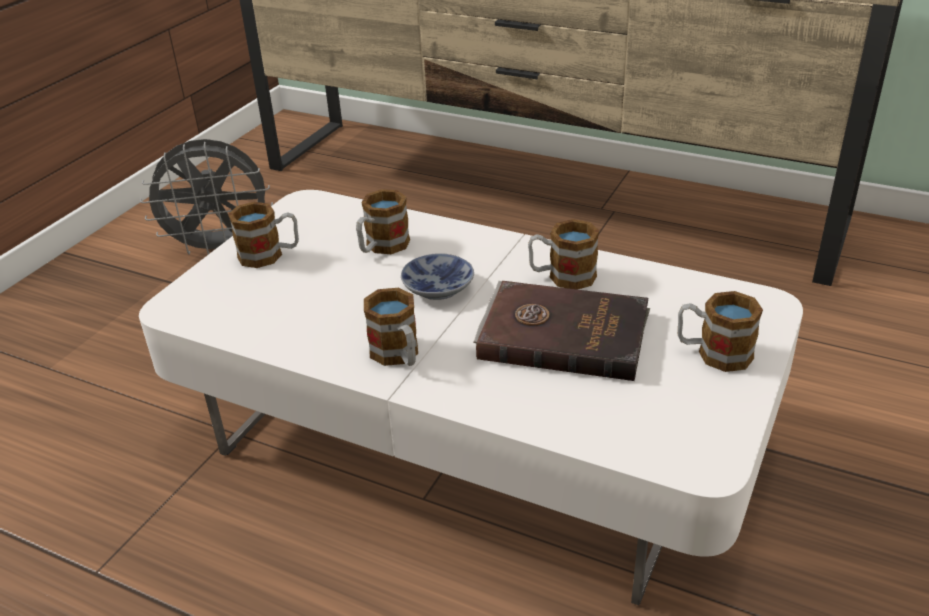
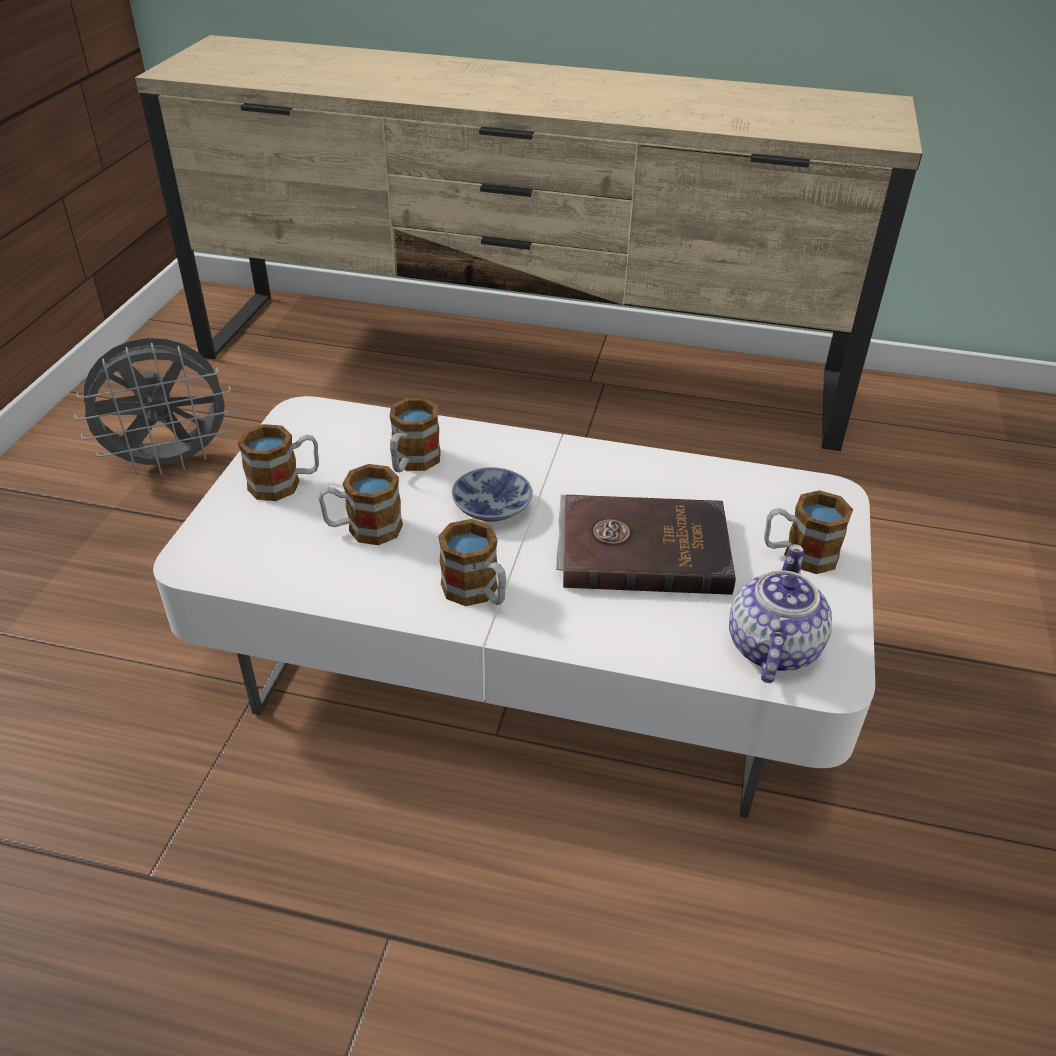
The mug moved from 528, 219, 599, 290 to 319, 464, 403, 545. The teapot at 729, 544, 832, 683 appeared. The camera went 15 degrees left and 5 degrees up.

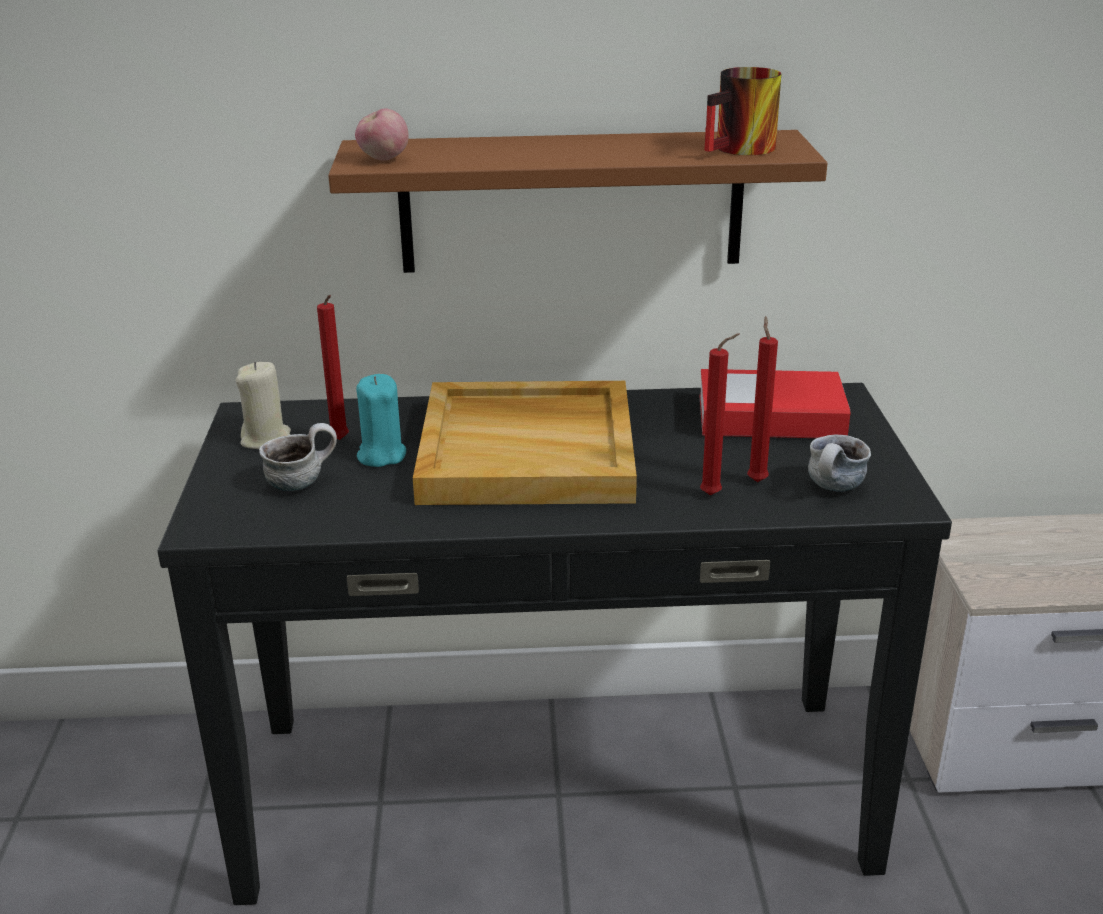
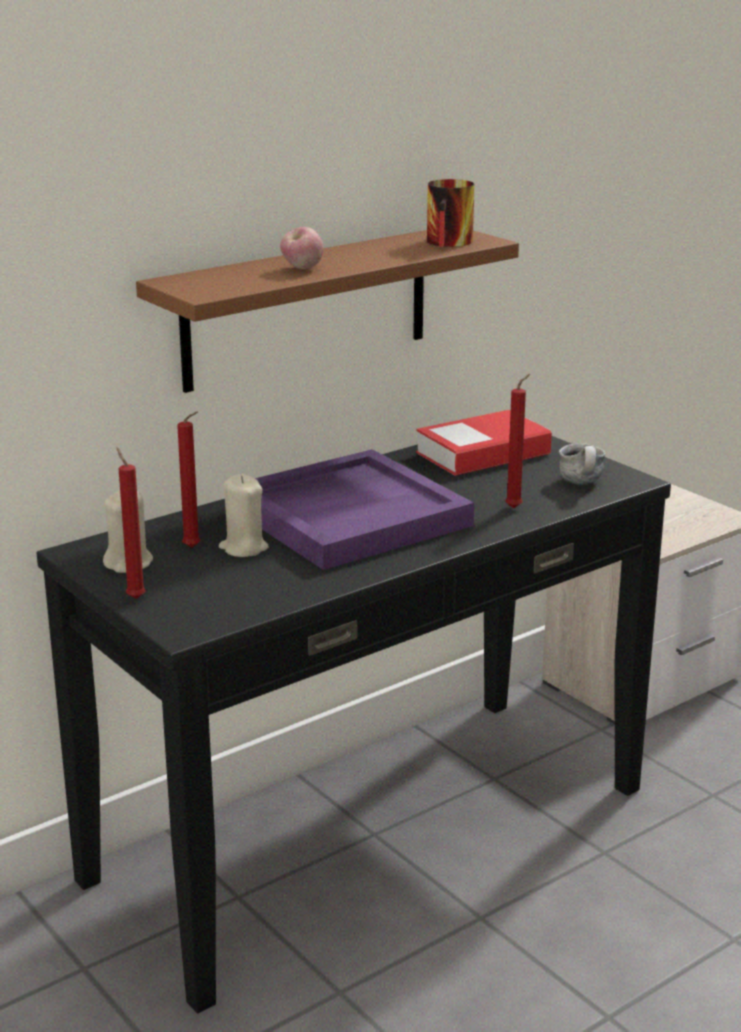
The red candle moved from 747, 316, 778, 482 to 117, 447, 146, 599. The turquoise candle at 356, 374, 406, 467 became the beige candle at 219, 474, 269, 557. The beige tray at 413, 381, 637, 505 became the purple tray at 255, 449, 474, 570. The apple moved from 355, 108, 409, 161 to 280, 227, 324, 269. The mug at 259, 423, 337, 491 disappeared. The camera went 35 degrees left and 5 degrees down.

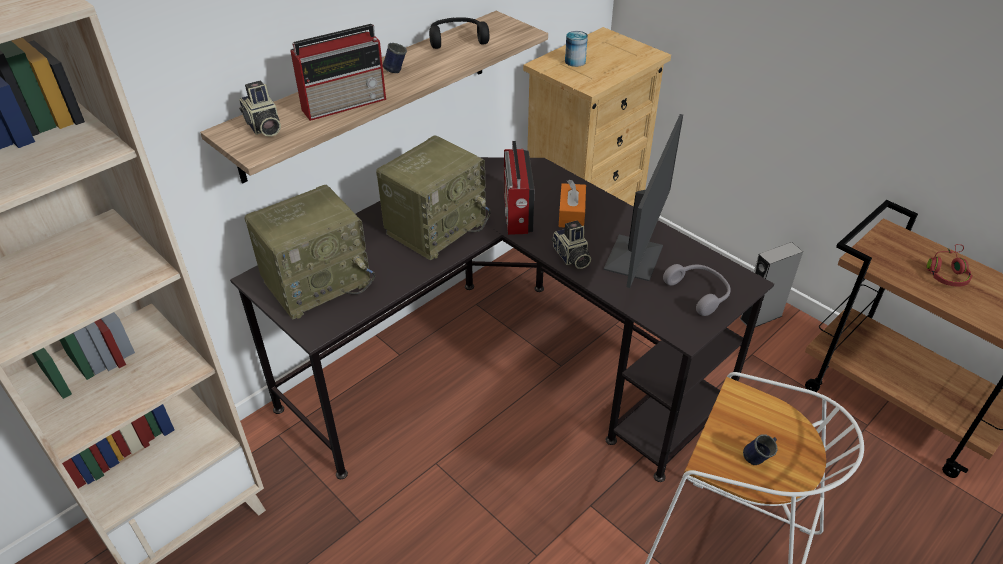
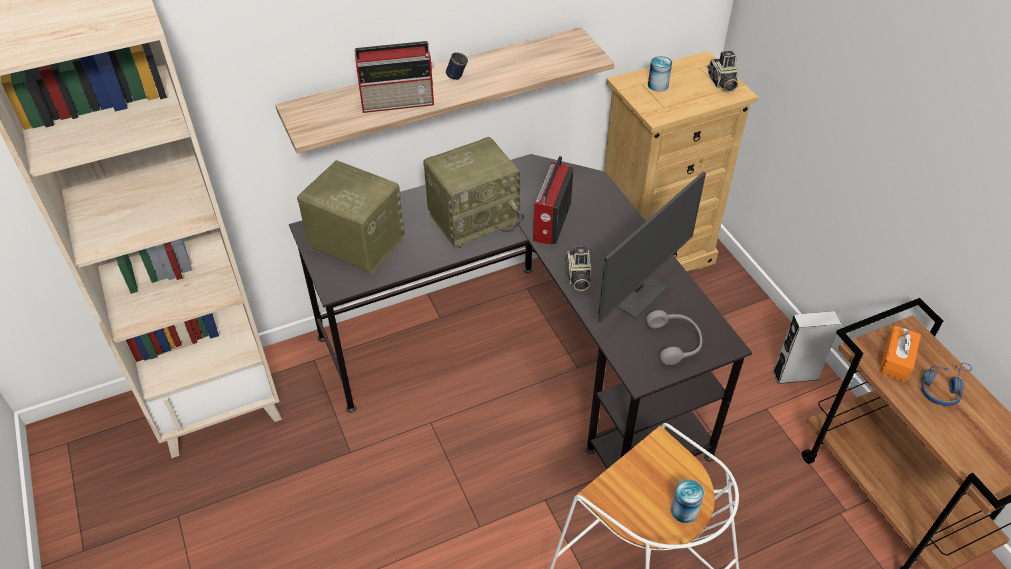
The radio at 245, 185, 375, 320 turned 135 degrees counterclockwise. The can at 671, 479, 704, 523 appeared. The photo camera moved from 239, 81, 281, 137 to 708, 51, 739, 92. The orange tissue box moved from 559, 180, 586, 228 to 879, 326, 921, 382. The red headphones at 927, 244, 973, 286 became the blue headphones at 921, 363, 972, 406. The black headphones at 429, 17, 489, 49 disappeared. The blue mug at 743, 434, 778, 465 disappeared. The camera went 20 degrees right and 5 degrees up.

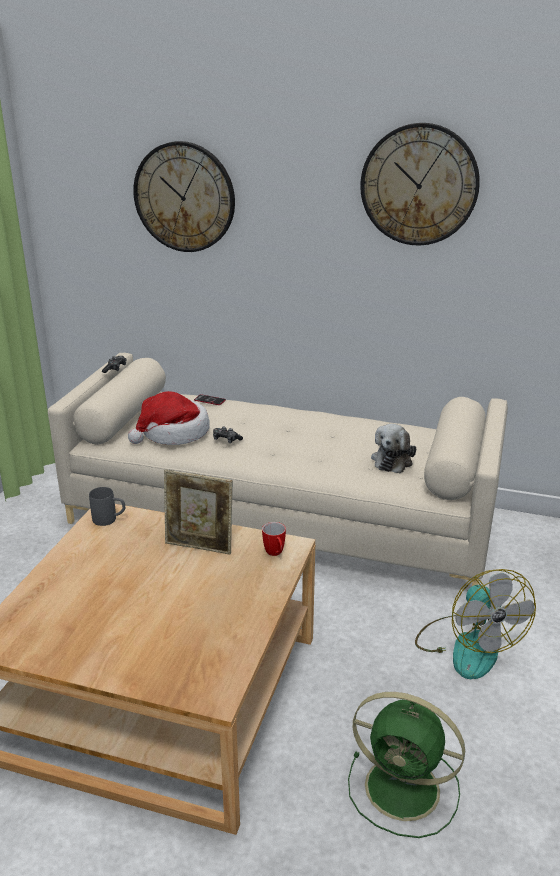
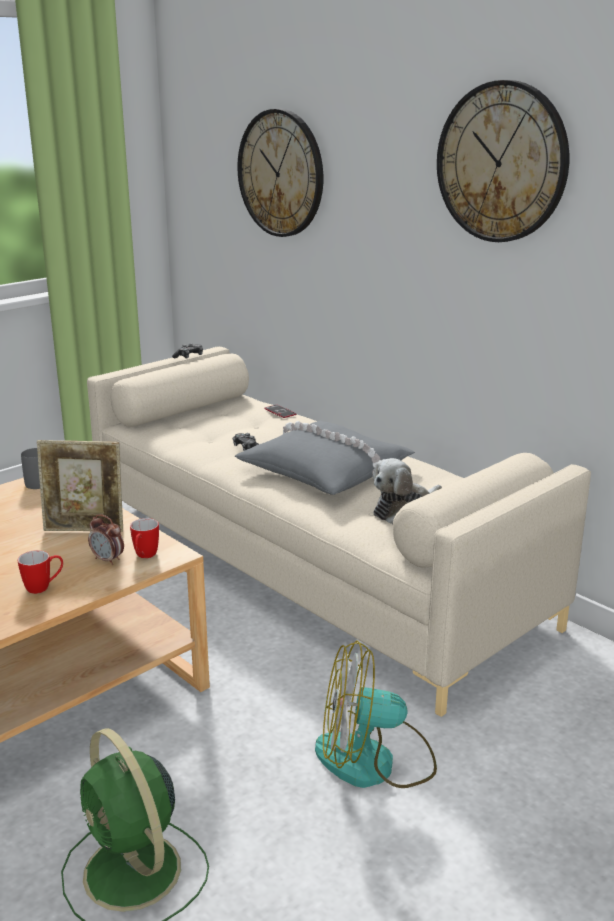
The mug at 18, 550, 63, 594 appeared. The picture frame at 164, 469, 233, 555 turned 45 degrees counterclockwise. The alarm clock at 88, 514, 124, 565 appeared. The grey pillow at 235, 421, 415, 495 appeared. The fan at 415, 569, 536, 679 turned 75 degrees clockwise. The hat at 128, 391, 210, 445 disappeared. The camera went 30 degrees right and 5 degrees down.

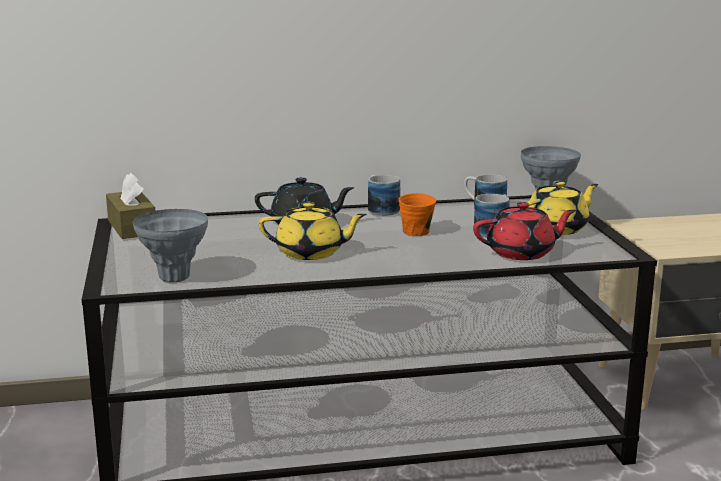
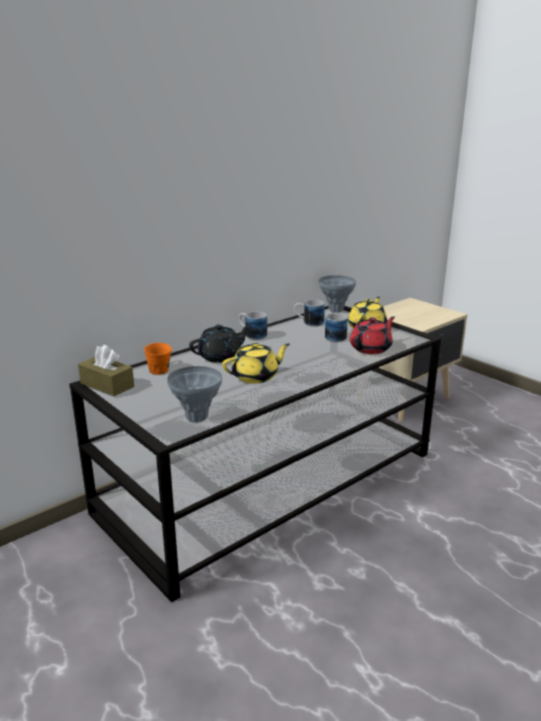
The orange mug moved from 398, 193, 436, 236 to 144, 343, 172, 375. The camera went 30 degrees left and 5 degrees up.

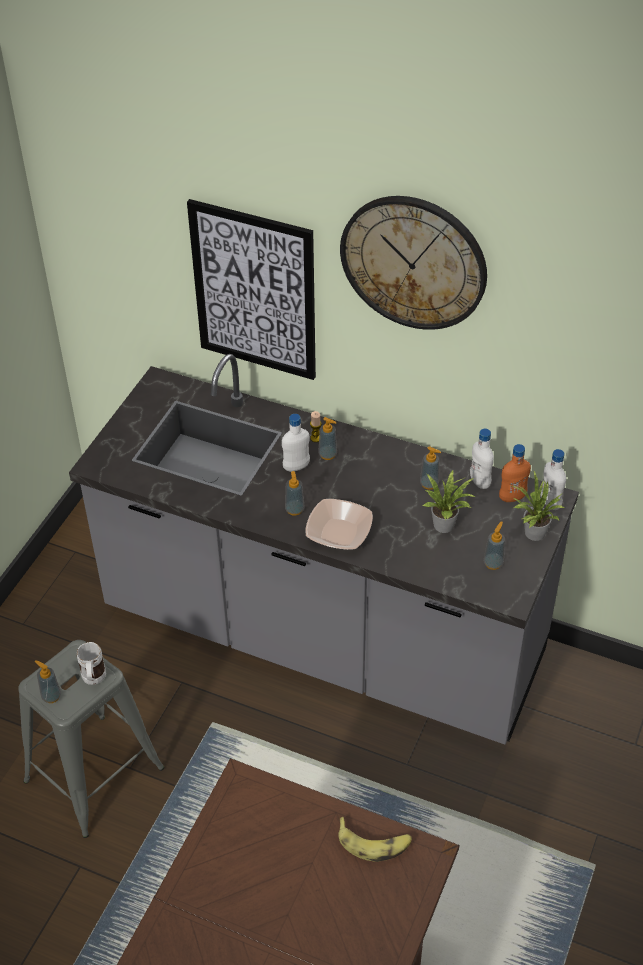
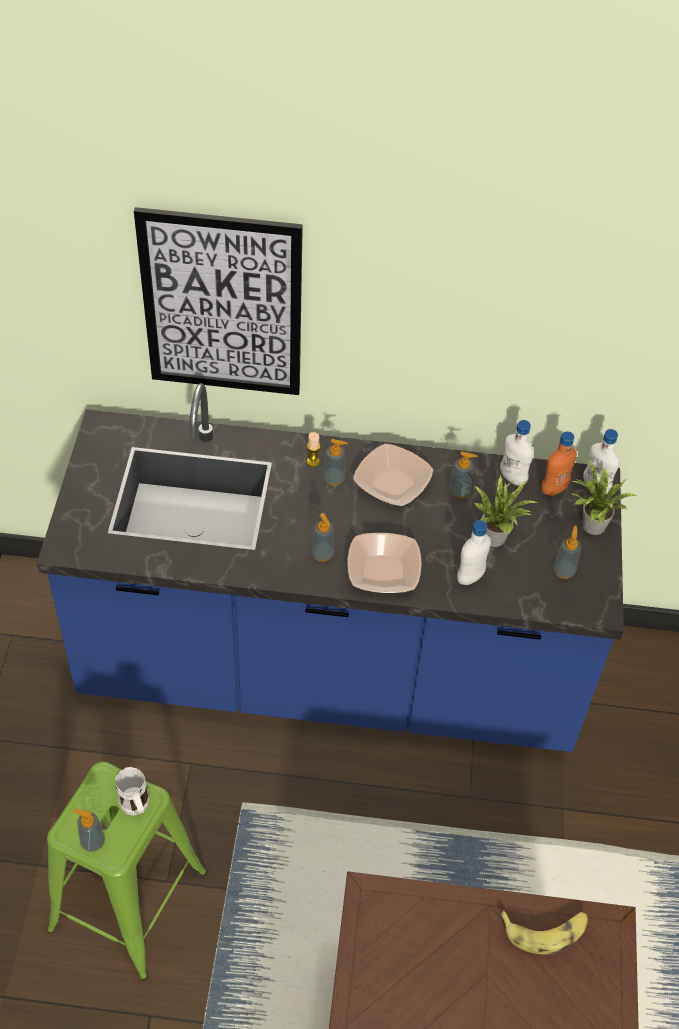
The grey counter at 69, 354, 579, 745 became the blue counter at 37, 383, 624, 752. The grey stool at 18, 640, 164, 838 became the green stool at 47, 762, 207, 980. The bowl at 353, 444, 433, 506 appeared. The white bottle moved from 282, 414, 310, 472 to 457, 520, 491, 585. The wall clock at 340, 196, 487, 330 disappeared. The camera went 20 degrees left and 5 degrees up.

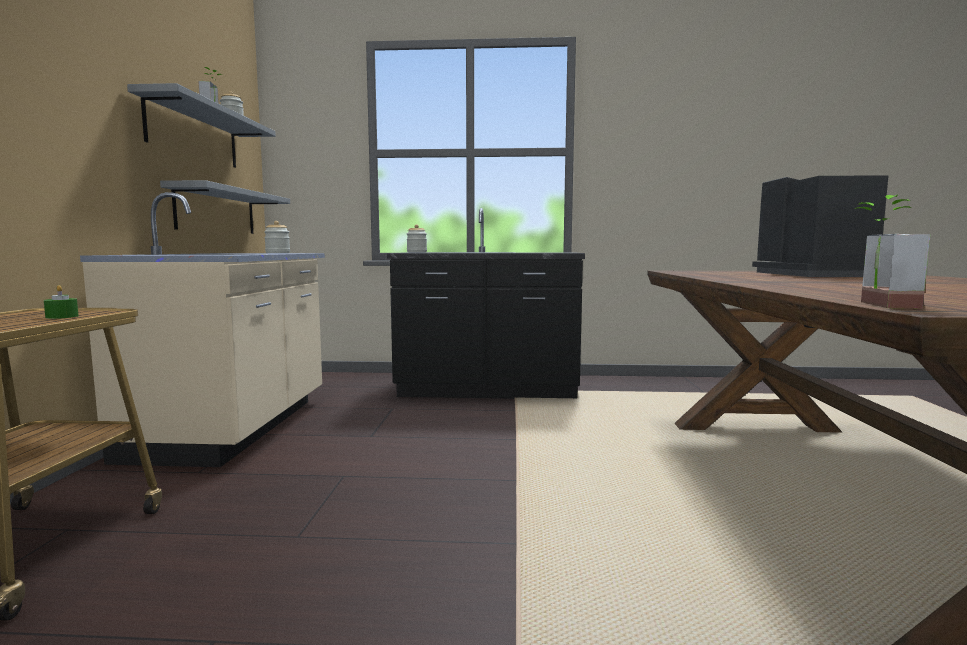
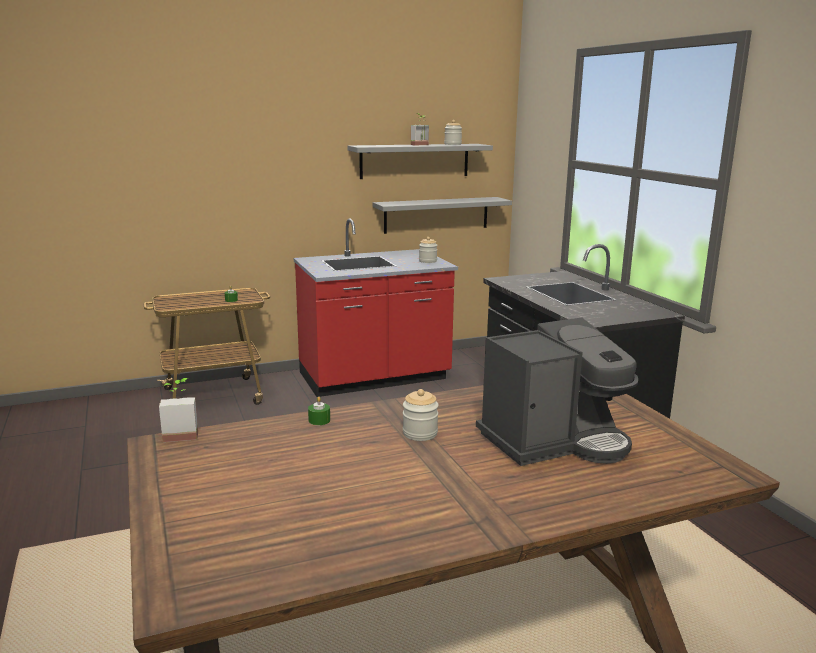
The beige counter at 80, 192, 325, 467 became the red counter at 294, 219, 458, 397. The green candle at 308, 397, 330, 425 appeared. The jar moved from 407, 224, 427, 252 to 403, 389, 439, 441. The camera went 65 degrees right and 10 degrees up.

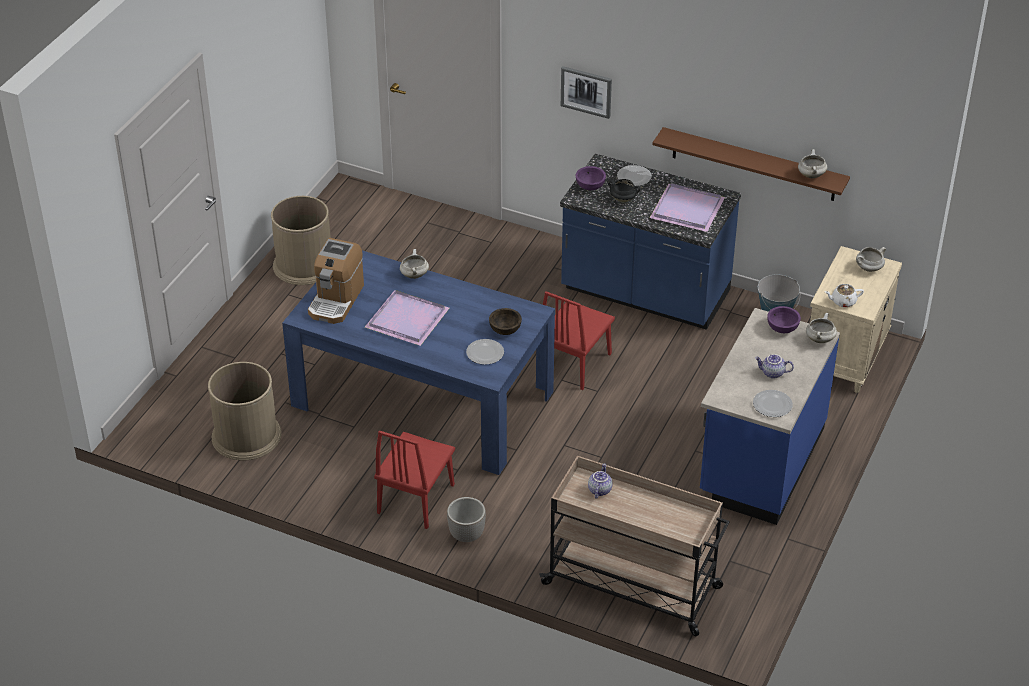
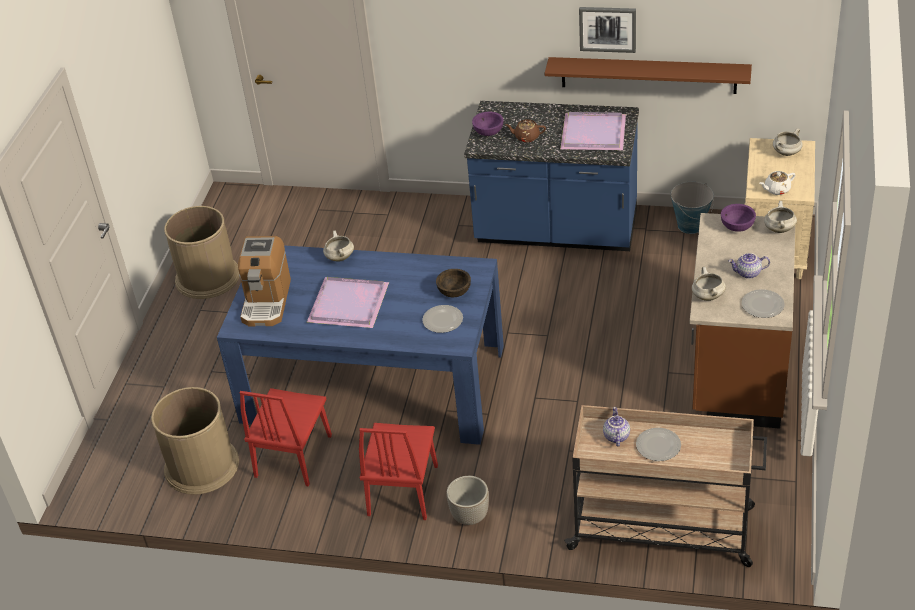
The red chair moved from 542, 291, 615, 390 to 240, 388, 332, 486. The black cooking pot at 607, 179, 640, 202 was replaced by the brown teapot at 506, 119, 546, 142. The picture moved from 561, 66, 612, 119 to 579, 7, 636, 53. The plate moved from 617, 165, 652, 186 to 636, 428, 681, 461. The blue counter at 700, 308, 840, 525 became the brown counter at 689, 213, 795, 429. The white cooking pot moved from 798, 149, 827, 178 to 692, 267, 726, 301. The camera went 10 degrees left and 0 degrees up.

